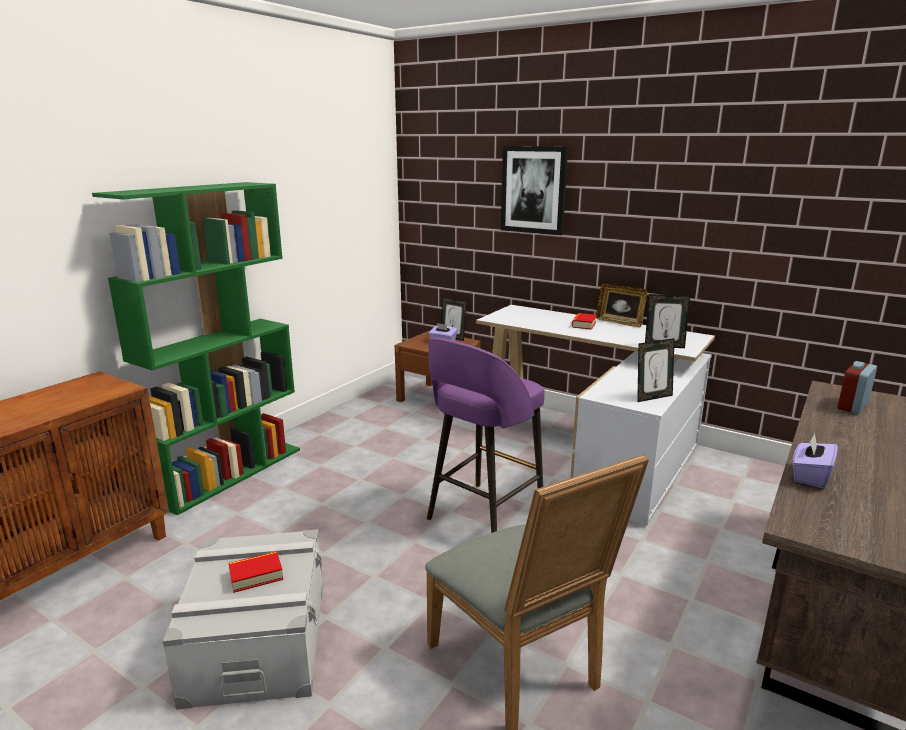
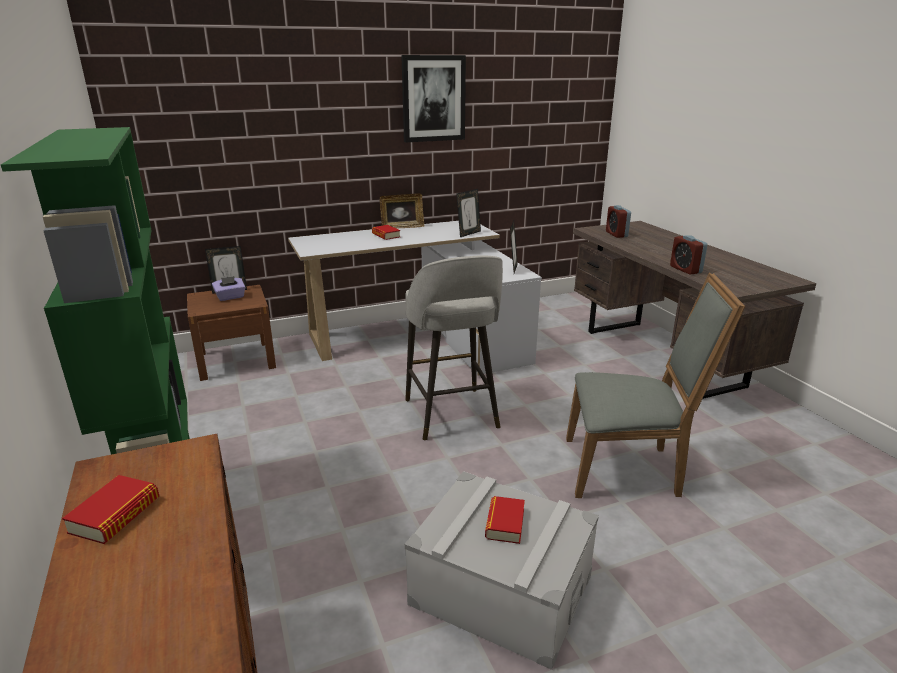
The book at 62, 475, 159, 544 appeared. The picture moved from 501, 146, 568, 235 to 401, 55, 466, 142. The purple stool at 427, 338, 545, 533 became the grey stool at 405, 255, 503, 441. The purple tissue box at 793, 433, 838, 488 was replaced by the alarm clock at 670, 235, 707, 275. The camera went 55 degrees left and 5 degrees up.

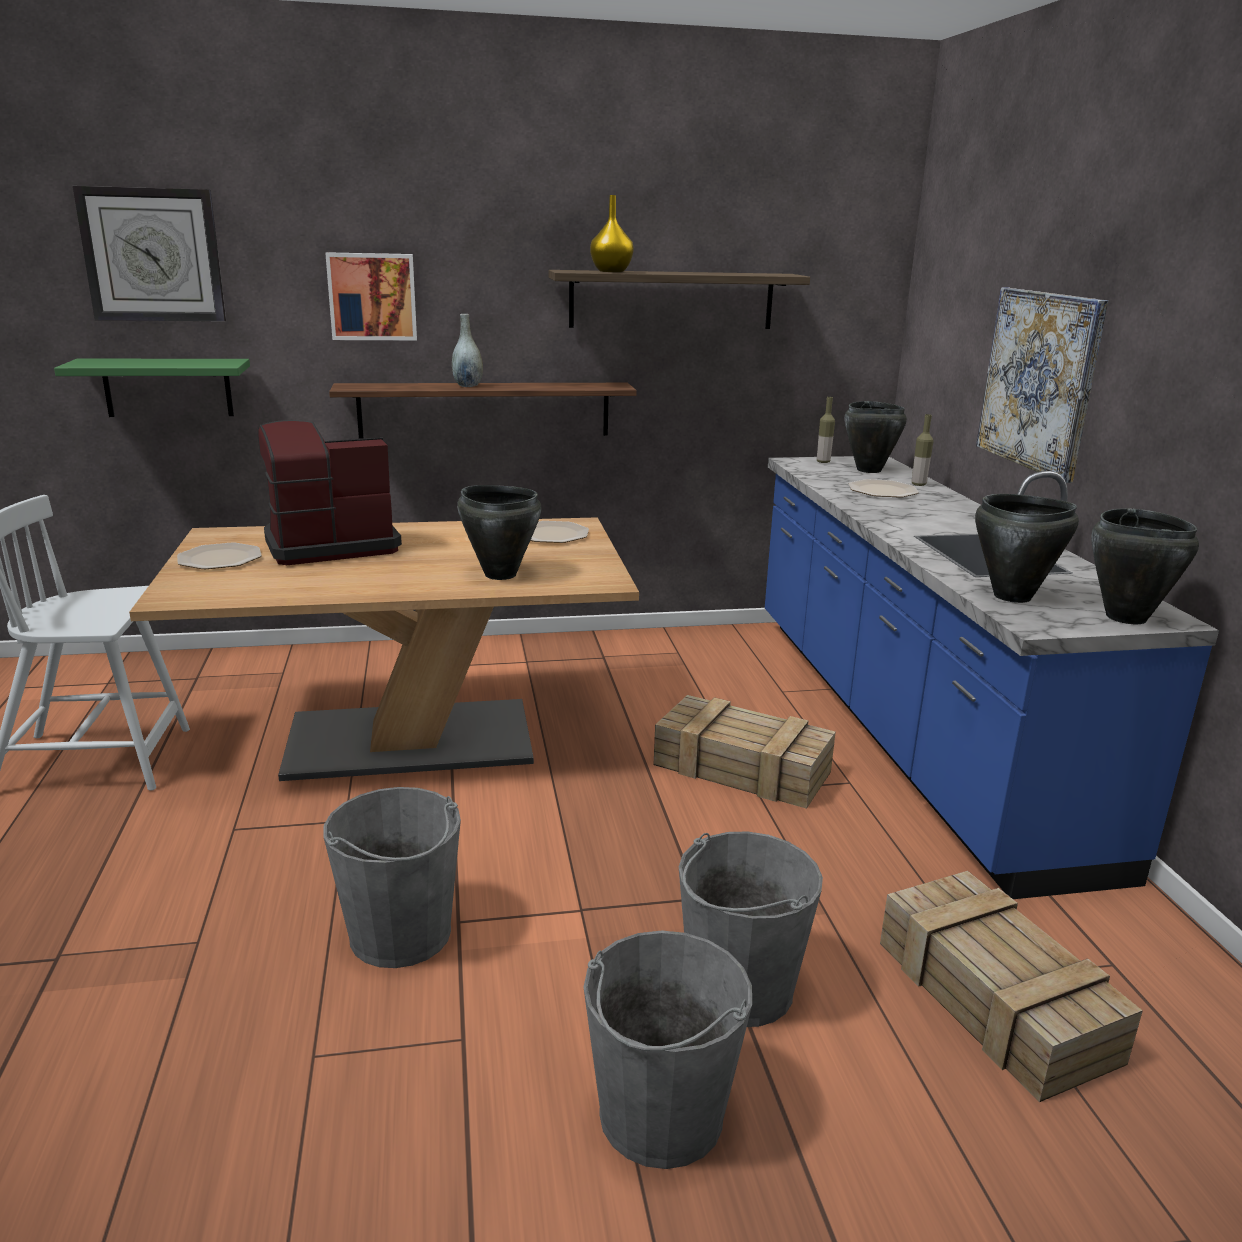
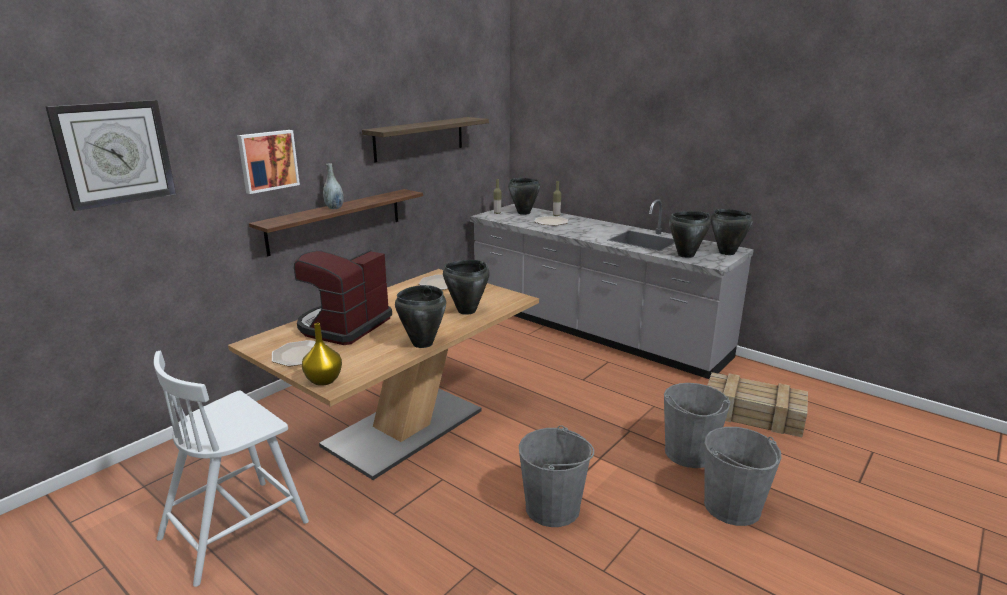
The yellow vase moved from 590, 195, 634, 272 to 302, 323, 342, 386. The black cooking pot at 395, 285, 446, 348 appeared. The blue counter at 765, 456, 1219, 899 became the grey counter at 470, 199, 754, 379. The green shelf at 54, 359, 250, 417 disappeared. The crate at 654, 695, 836, 809 disappeared. The picture at 976, 288, 1108, 483 disappeared. The camera went 40 degrees left and 0 degrees up.

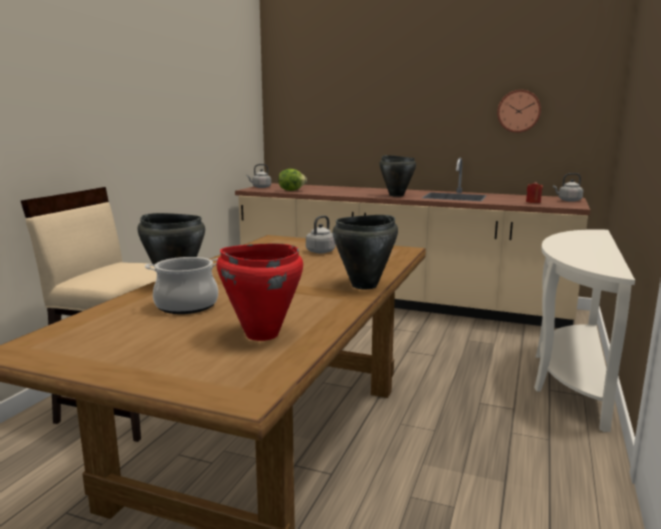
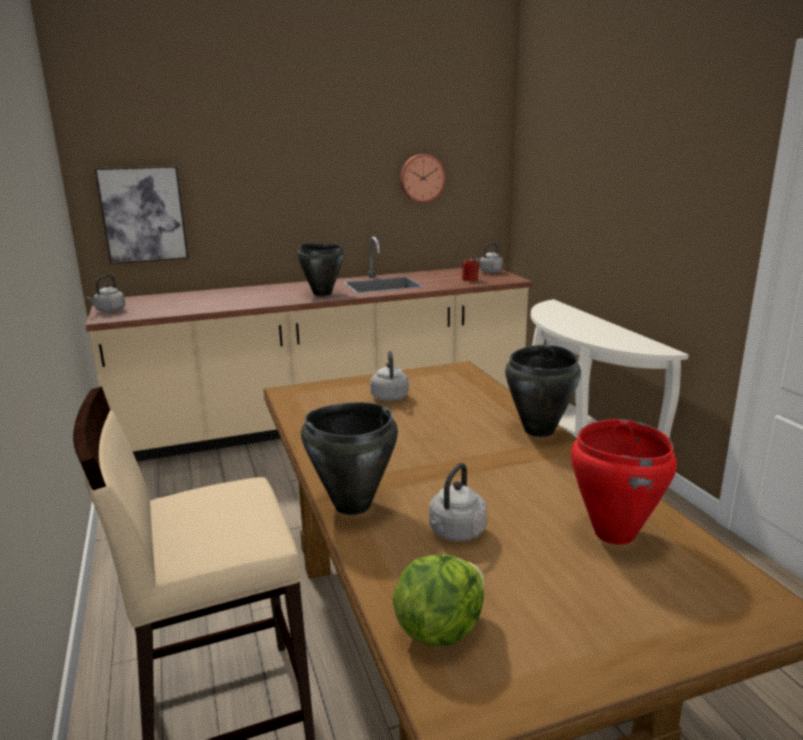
The picture at 95, 166, 188, 264 appeared. The lettuce moved from 278, 169, 307, 191 to 393, 554, 485, 646. The cooking pot at 145, 257, 218, 314 was replaced by the grey kettle at 429, 463, 487, 542. The camera went 40 degrees left and 5 degrees up.

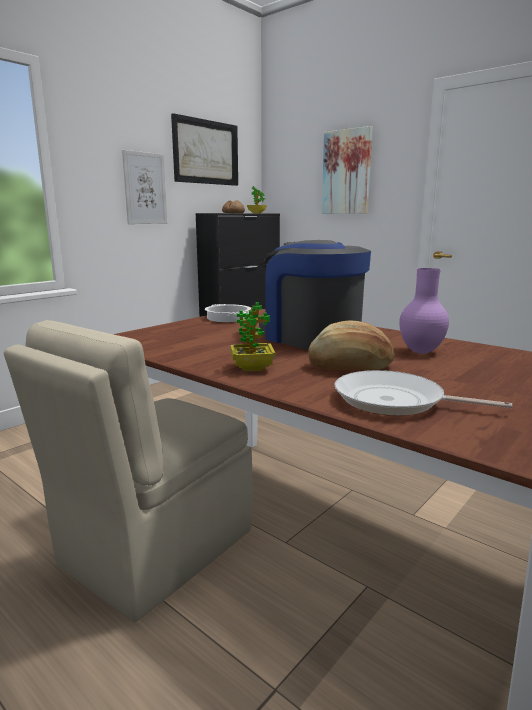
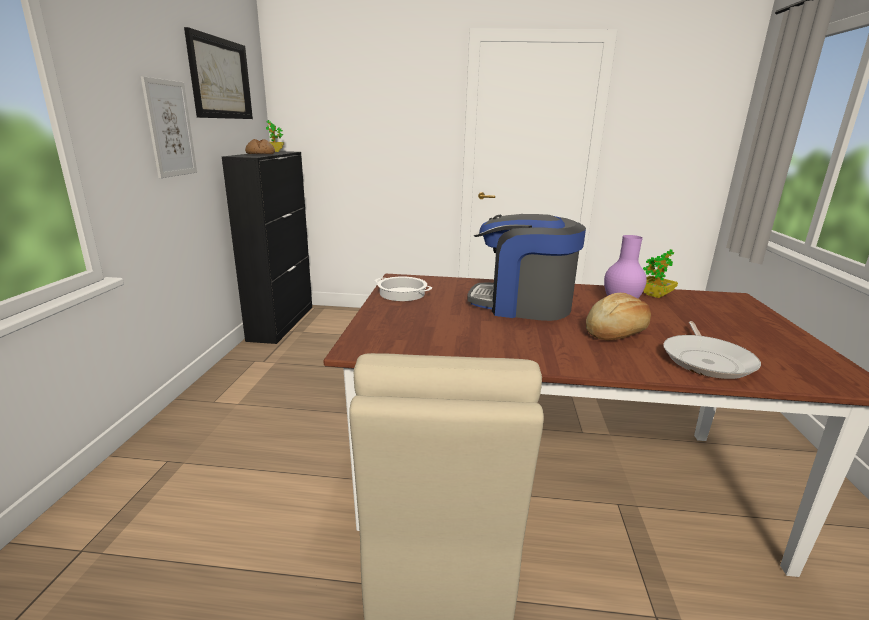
The potted plant moved from 231, 303, 276, 372 to 643, 249, 678, 298. The frying pan at 334, 370, 512, 416 turned 60 degrees counterclockwise. The picture at 322, 126, 373, 214 disappeared. The camera went 35 degrees left and 5 degrees up.

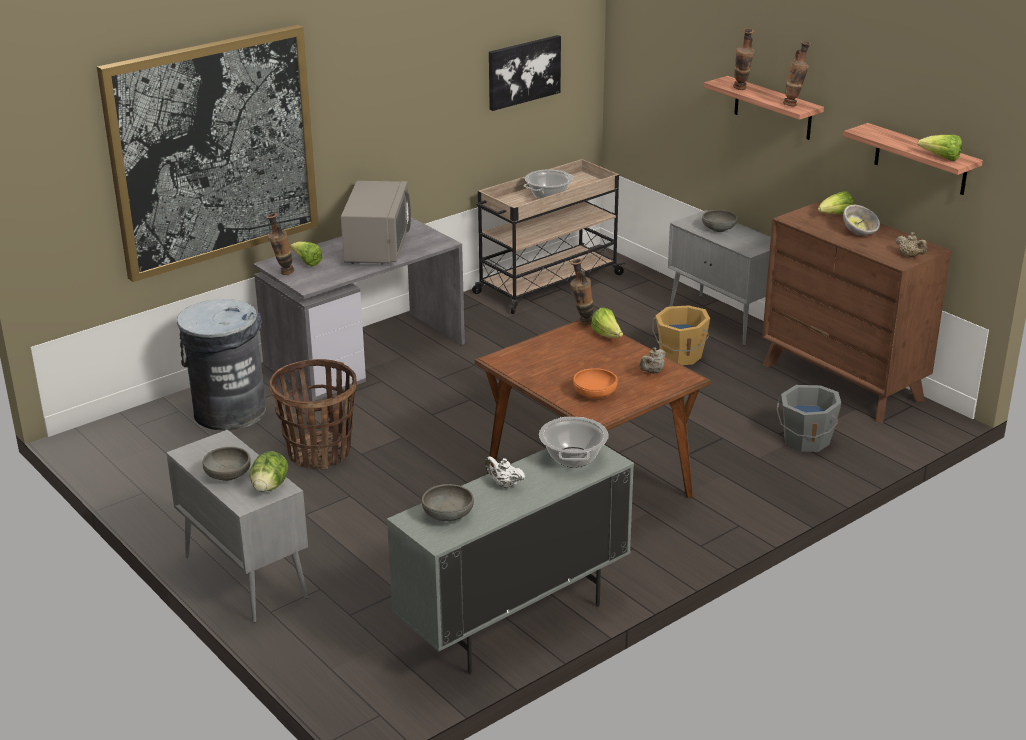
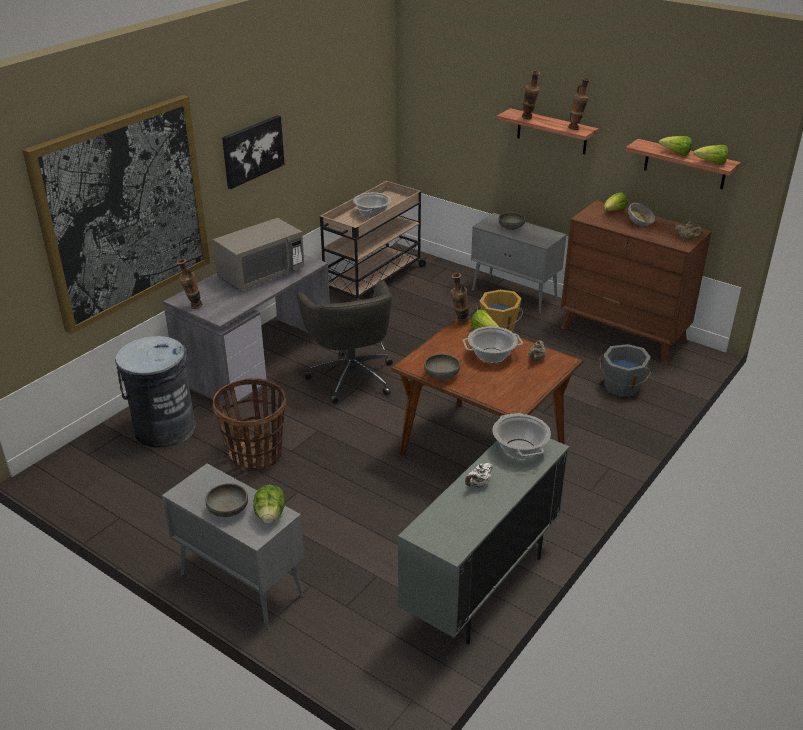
The grey microwave at 341, 181, 411, 264 turned 60 degrees clockwise. The picture moved from 489, 35, 561, 111 to 222, 115, 285, 189. The grey office chair at 297, 280, 393, 404 appeared. The grey bowl moved from 422, 484, 474, 521 to 424, 354, 460, 380. The cooking pot at 463, 326, 523, 363 appeared. The white teapot at 485, 456, 525, 489 turned 60 degrees counterclockwise. The lettuce moved from 290, 242, 323, 266 to 659, 136, 692, 156. The orange bowl at 573, 368, 618, 399 disappeared. The camera went 15 degrees left and 5 degrees up.

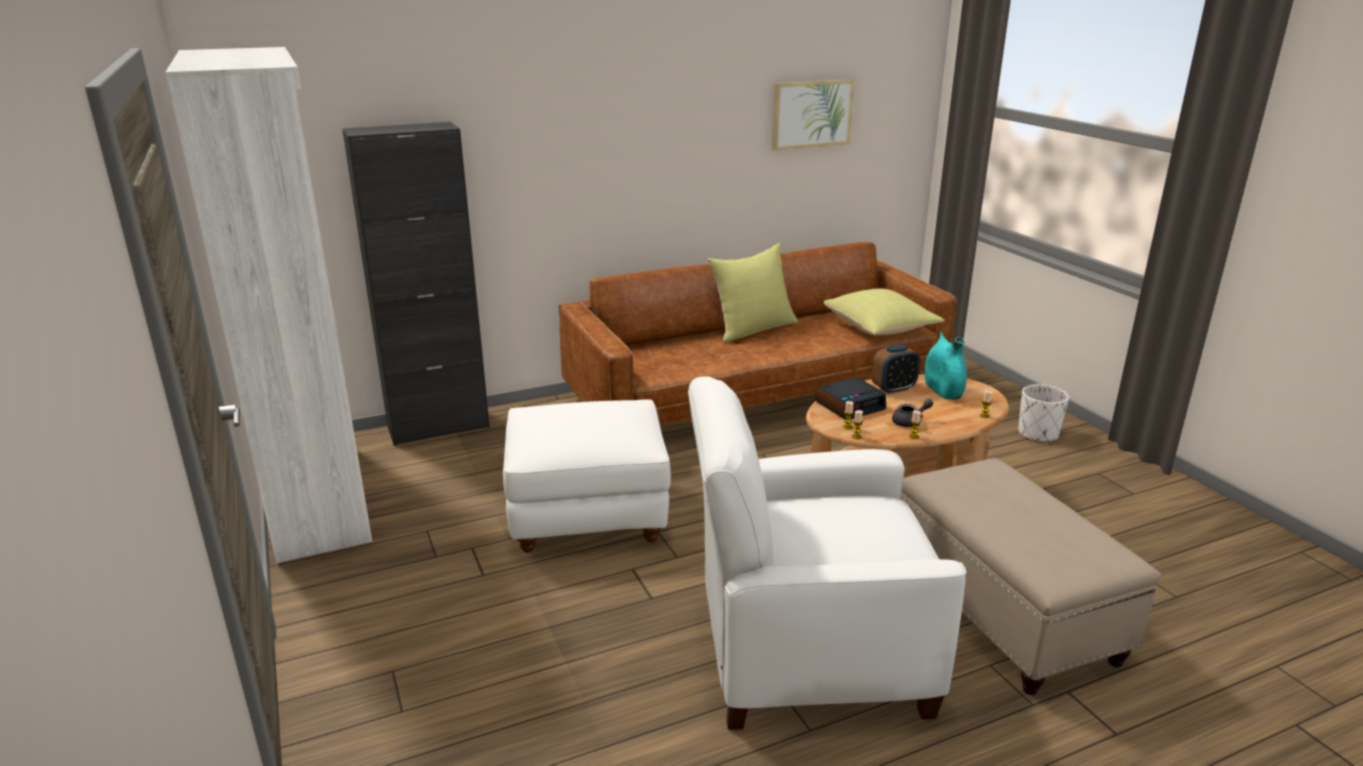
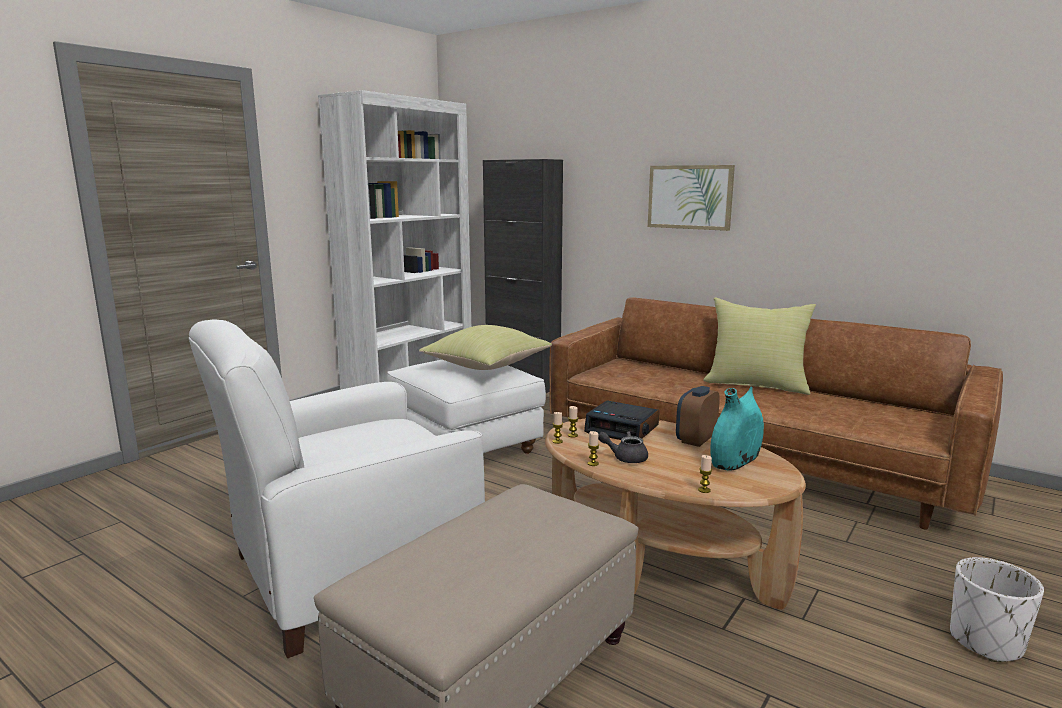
The white armchair at 688, 376, 966, 730 turned 90 degrees counterclockwise. The yellow pillow moved from 824, 289, 945, 335 to 419, 325, 552, 370. The grey teapot at 892, 399, 933, 427 turned 150 degrees clockwise. The picture moved from 772, 79, 855, 151 to 648, 165, 735, 231. The alarm clock at 872, 344, 920, 394 turned 90 degrees clockwise. The camera went 60 degrees right and 10 degrees down.

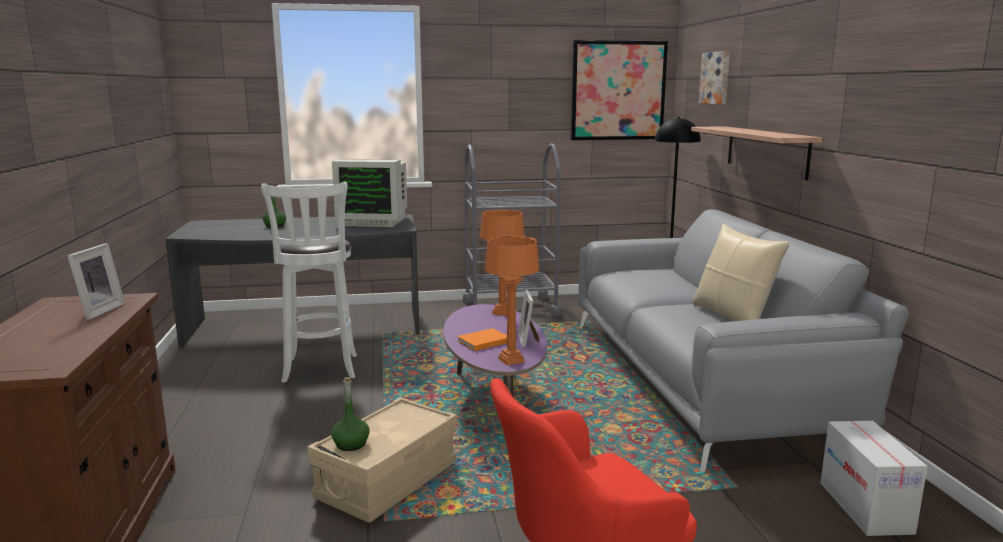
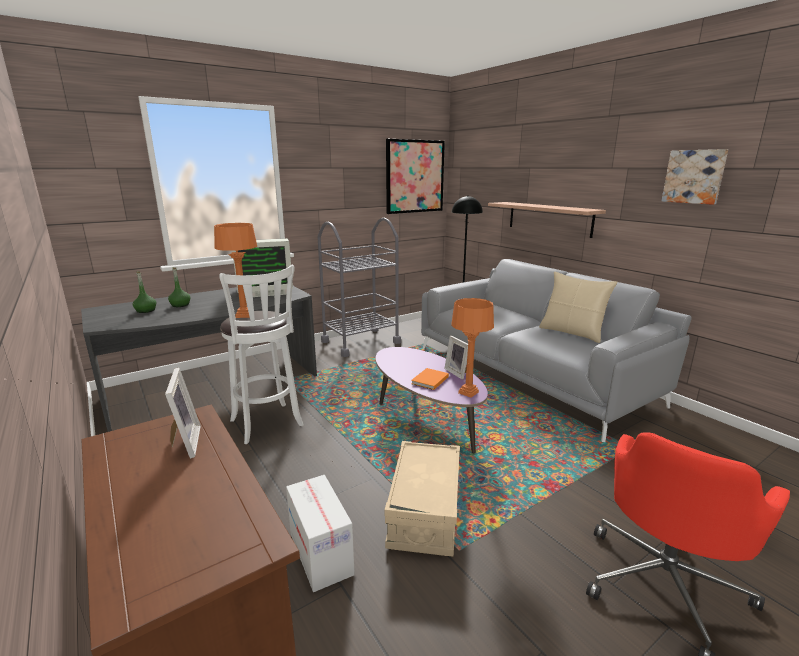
The green bottle moved from 331, 377, 369, 451 to 133, 272, 157, 313. The orange table lamp moved from 480, 210, 525, 316 to 214, 223, 257, 318. The cardboard box moved from 821, 421, 928, 536 to 286, 475, 355, 592. The picture moved from 699, 51, 730, 105 to 662, 149, 728, 205. The camera went 25 degrees left and 5 degrees up.

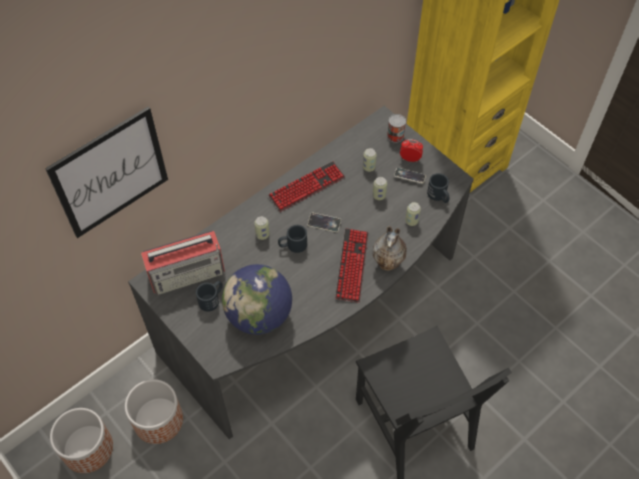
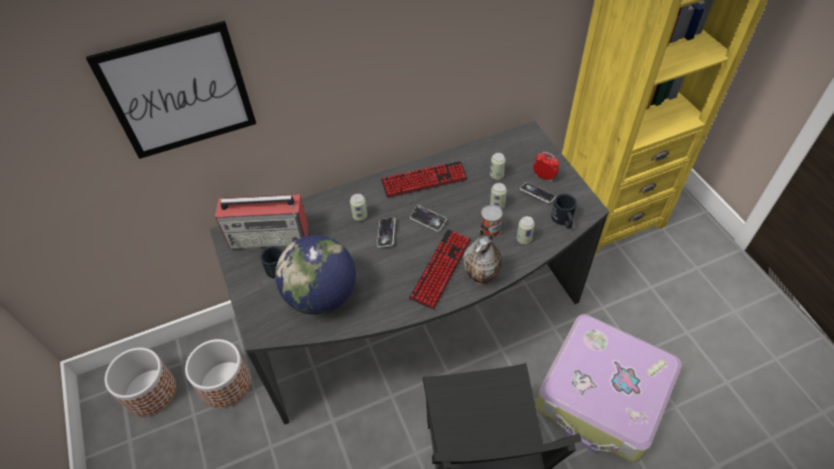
The black mug at 278, 225, 307, 253 was replaced by the phone at 377, 217, 395, 248. The can moved from 387, 114, 406, 143 to 480, 205, 502, 238. The suitcase at 535, 314, 682, 463 appeared. The camera went 20 degrees right and 5 degrees down.

